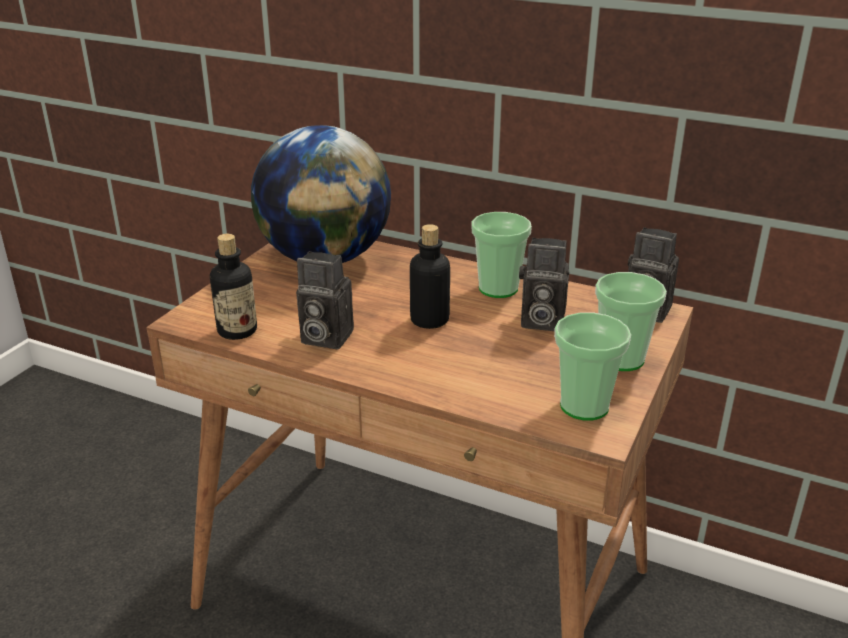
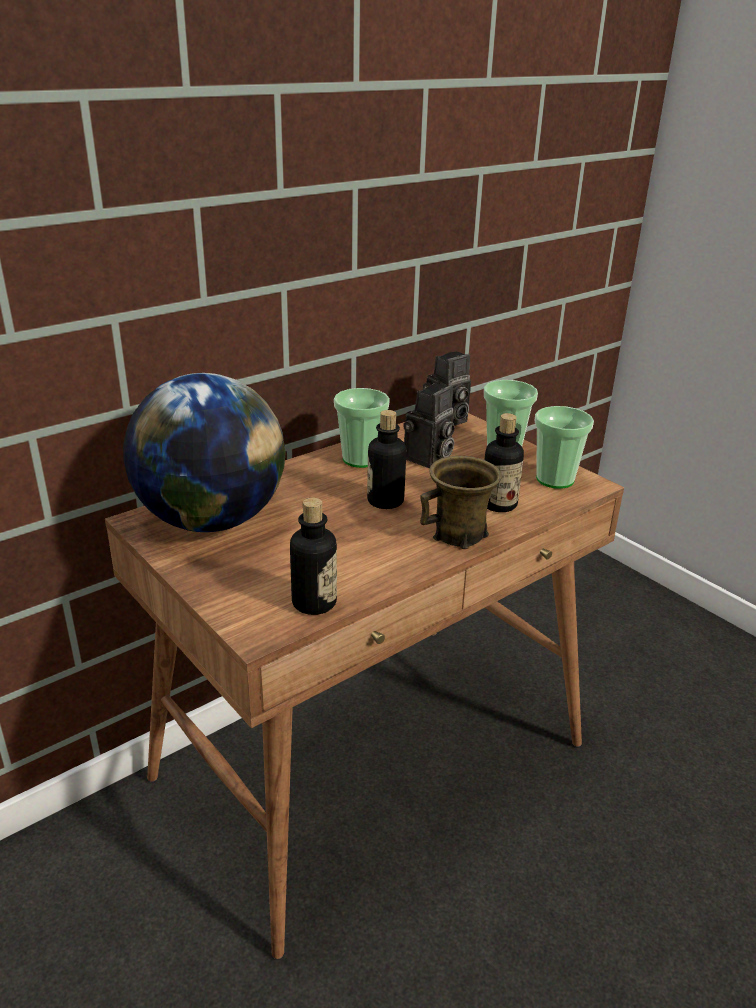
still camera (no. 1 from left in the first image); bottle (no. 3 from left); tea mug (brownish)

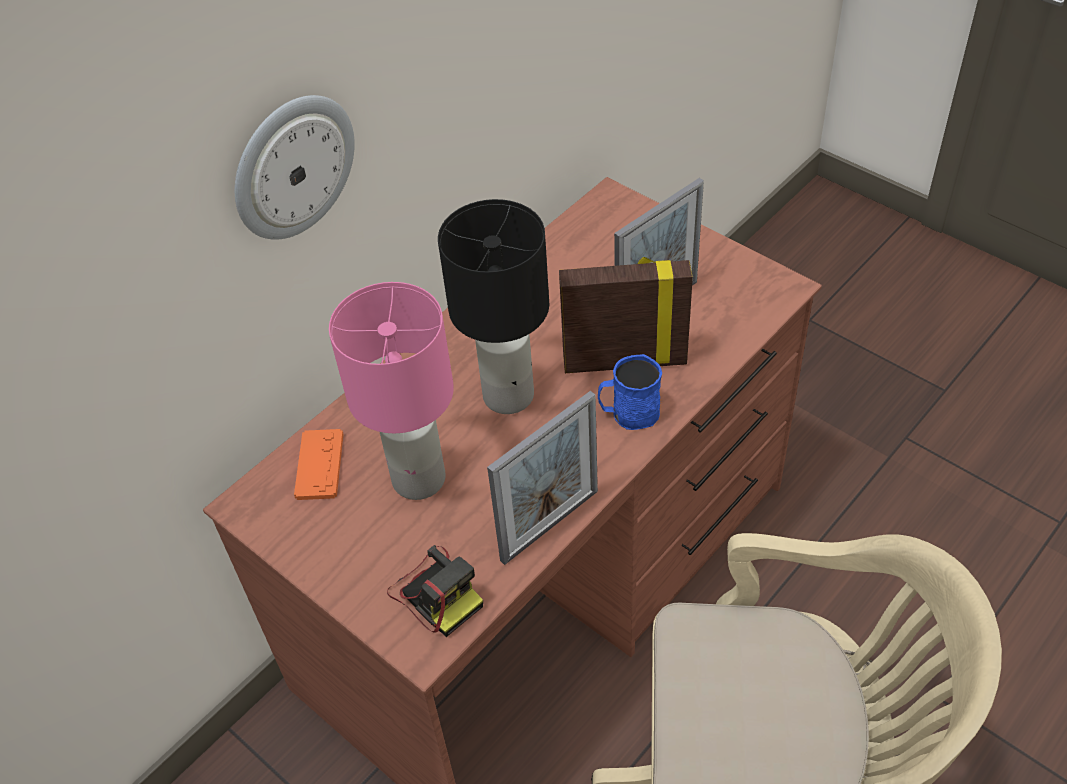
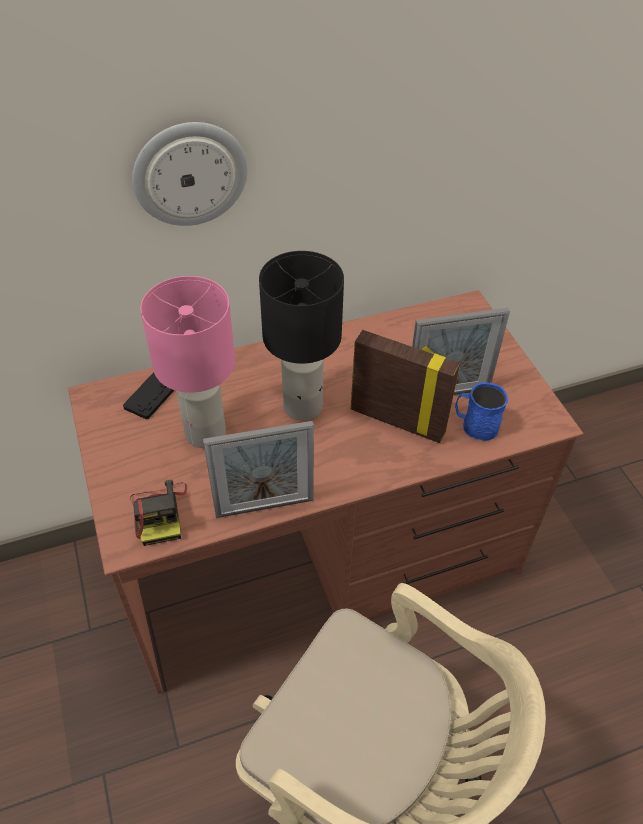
tea mug (bluish); gamepad (blackish)

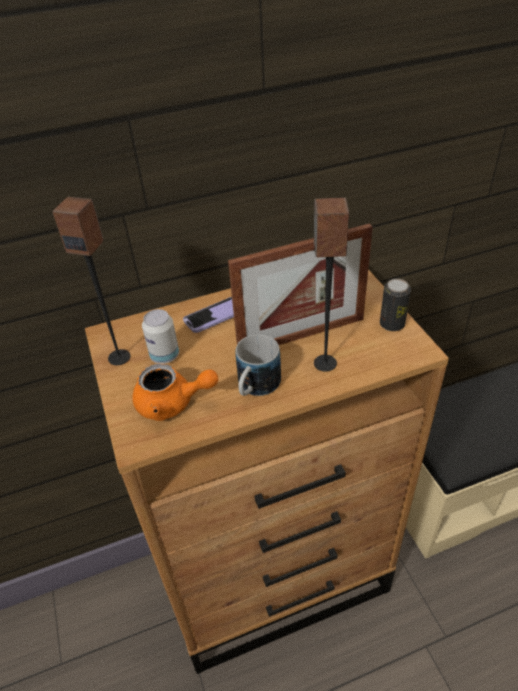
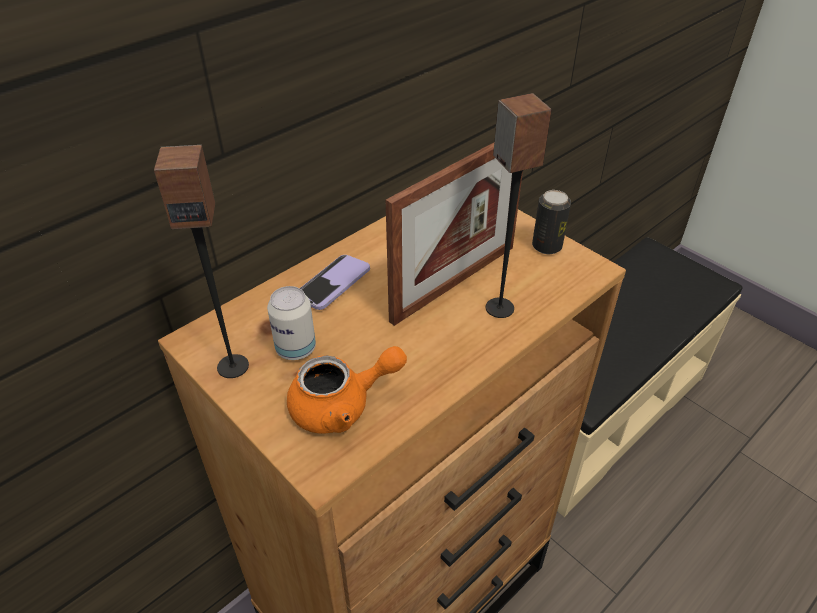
tea mug

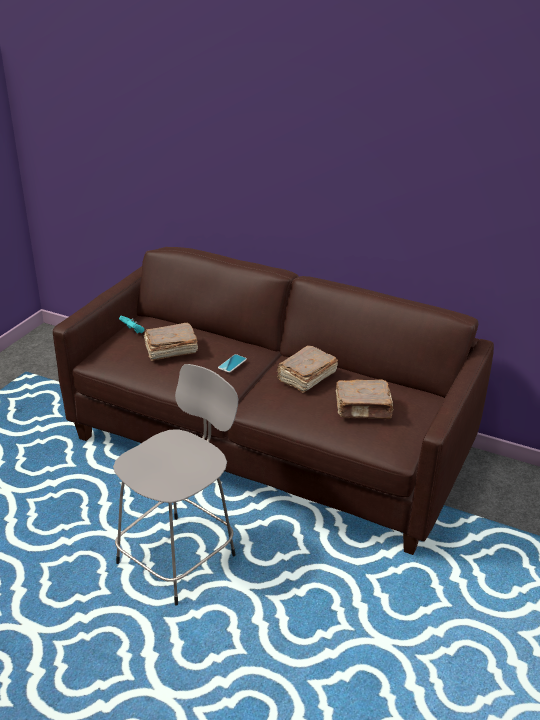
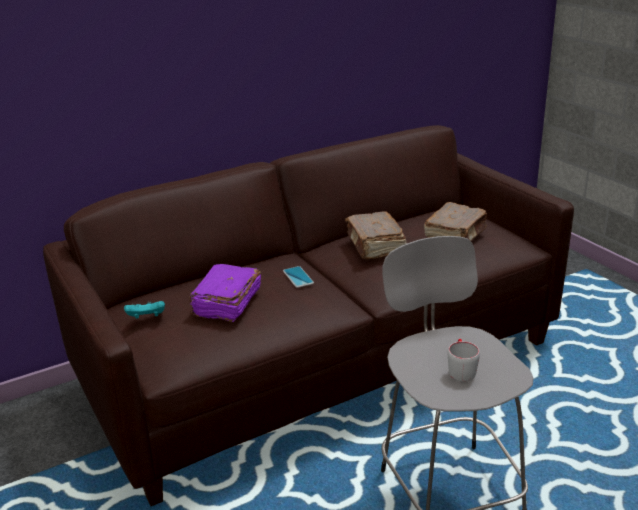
book (purple); tea mug (grey)

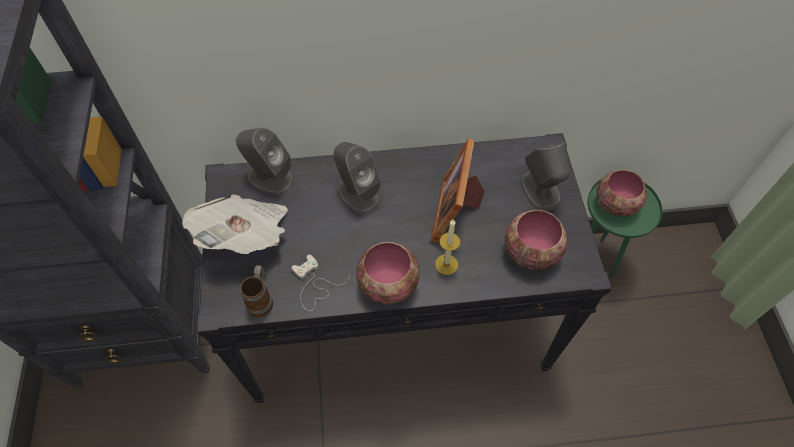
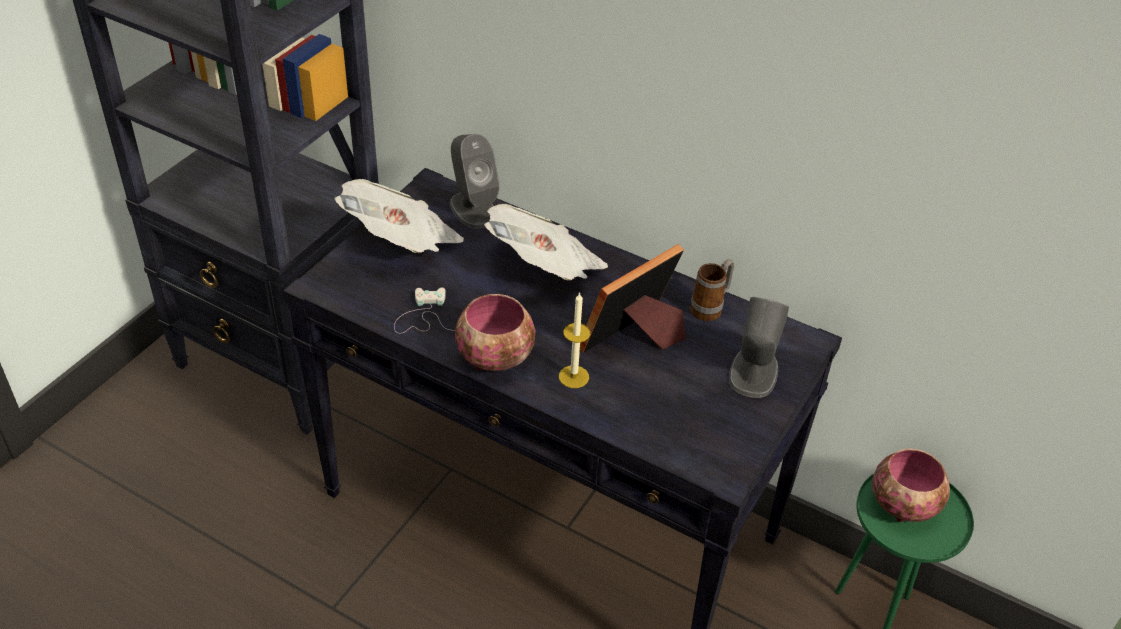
daily paper (no. 2 from left); serving bowl (no. 2 from left in the first image); tea mug

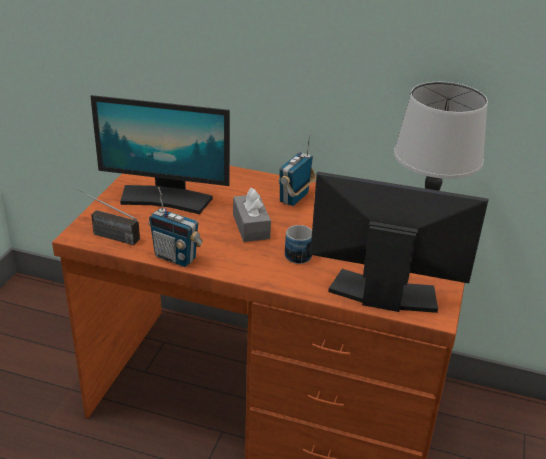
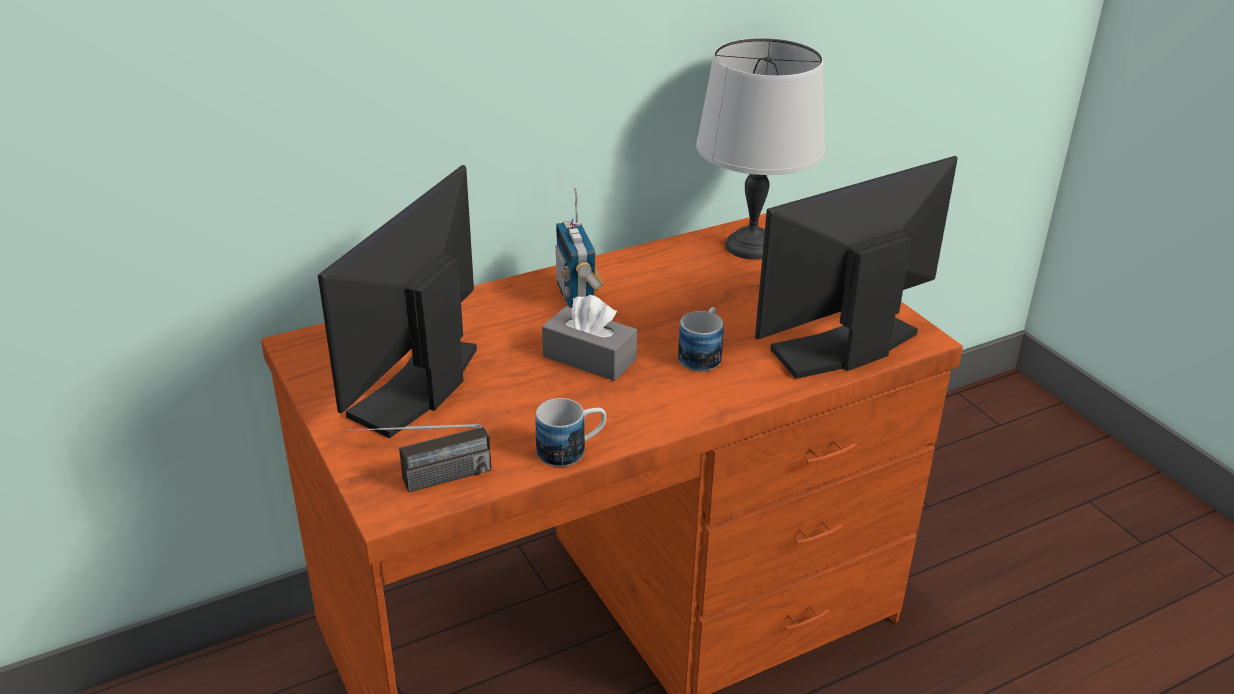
computer screen (no. 1 from left); tea mug (no. 1 from left)

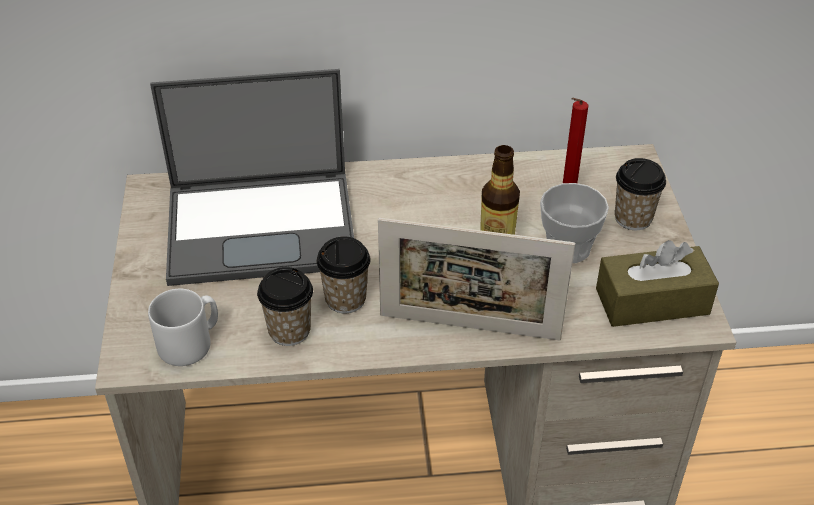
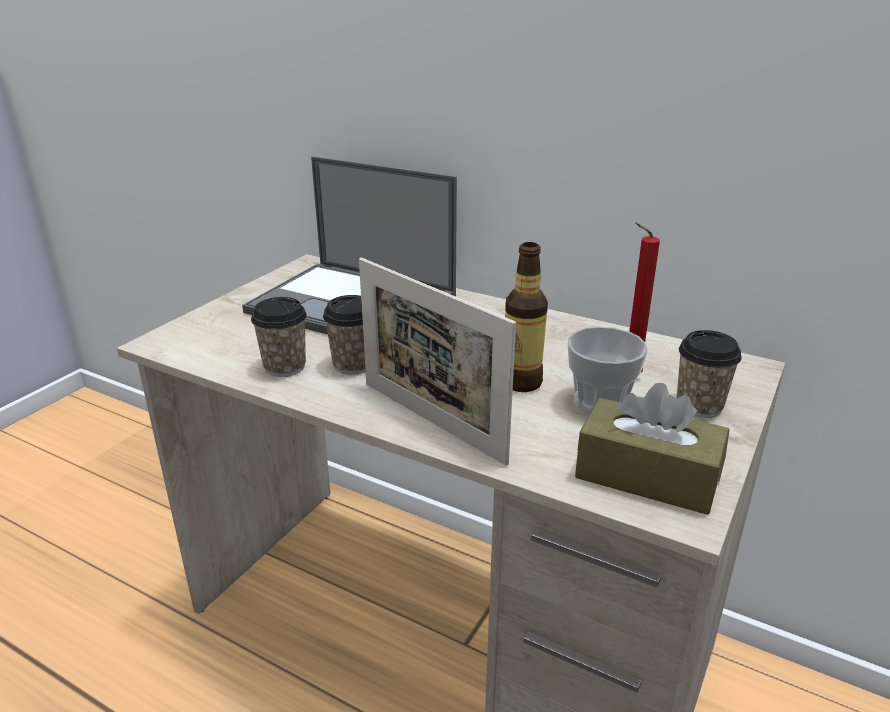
tea mug (grey)

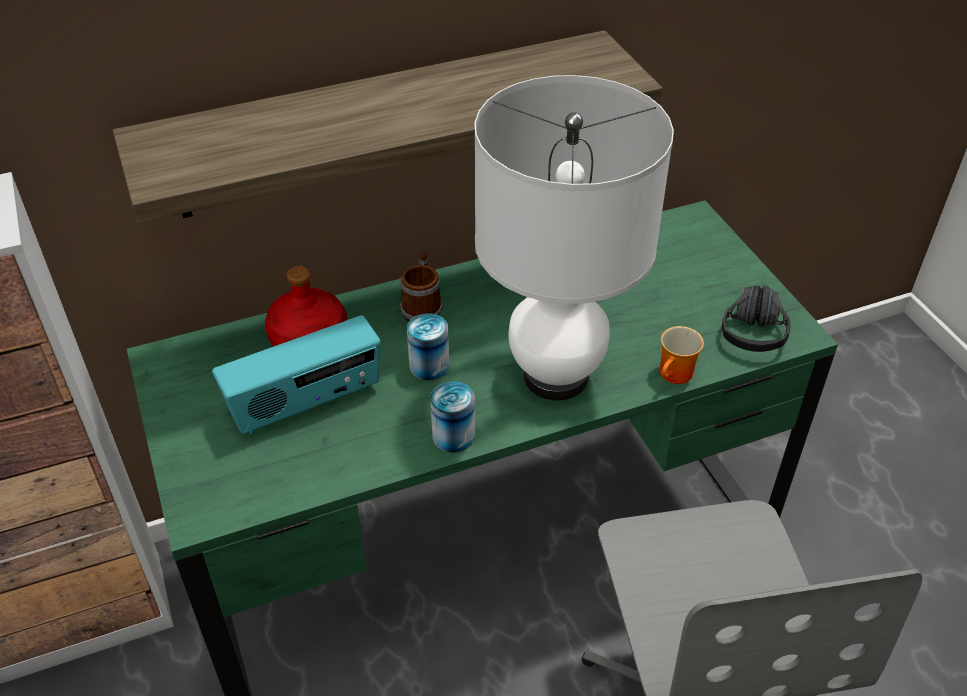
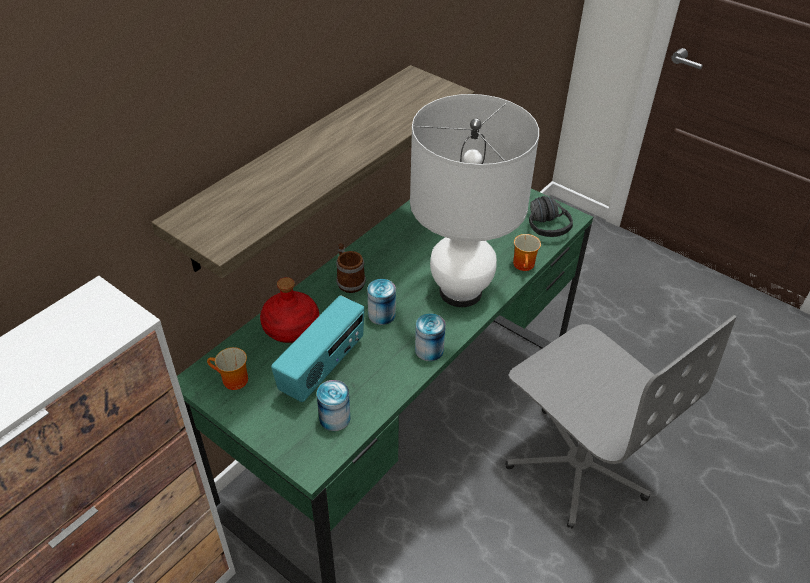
tea mug (no. 1 from left); sealed can (no. 1 from left)

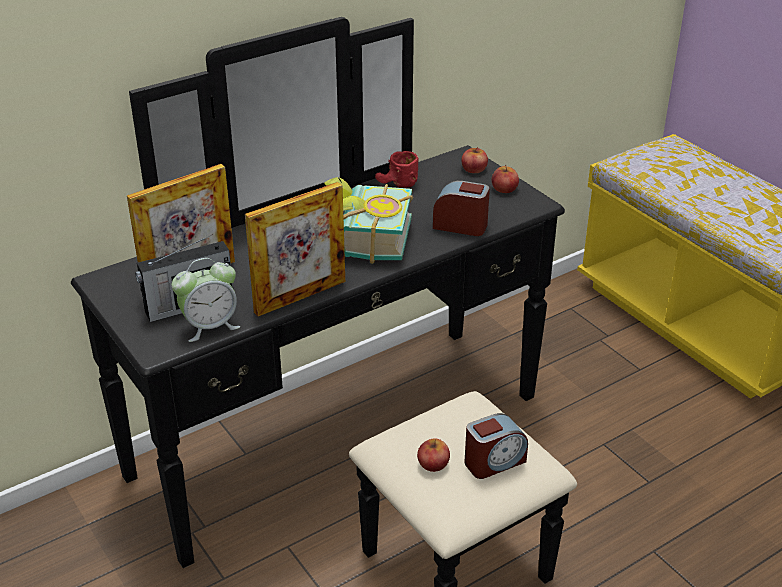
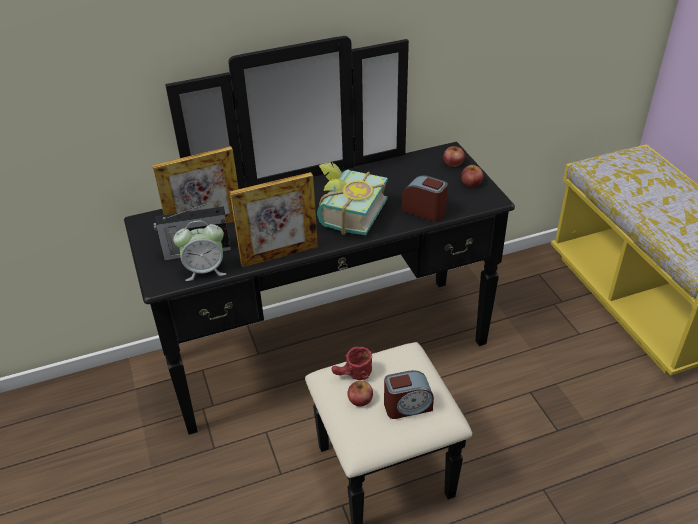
tea mug (red-coloured)

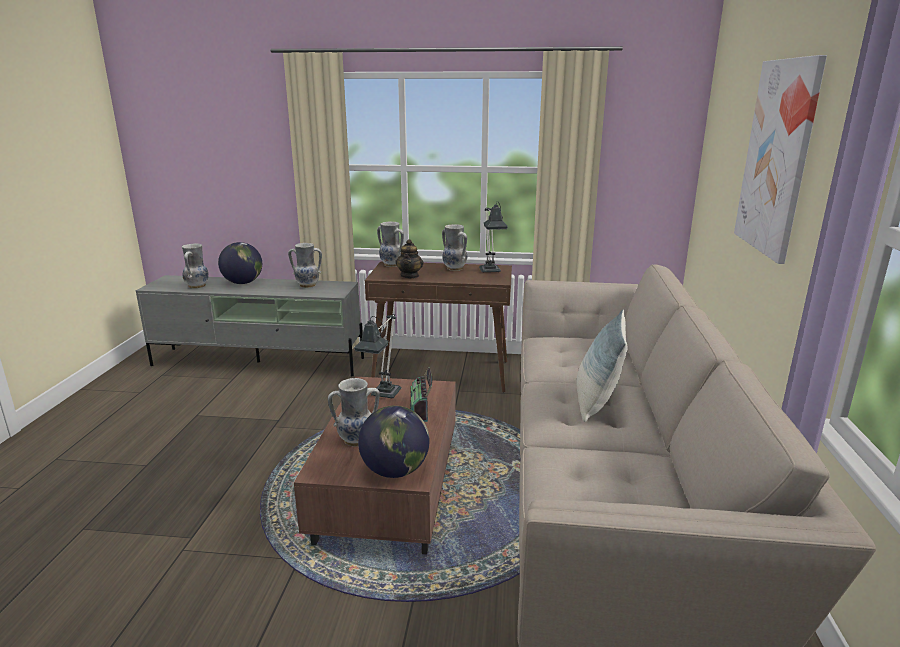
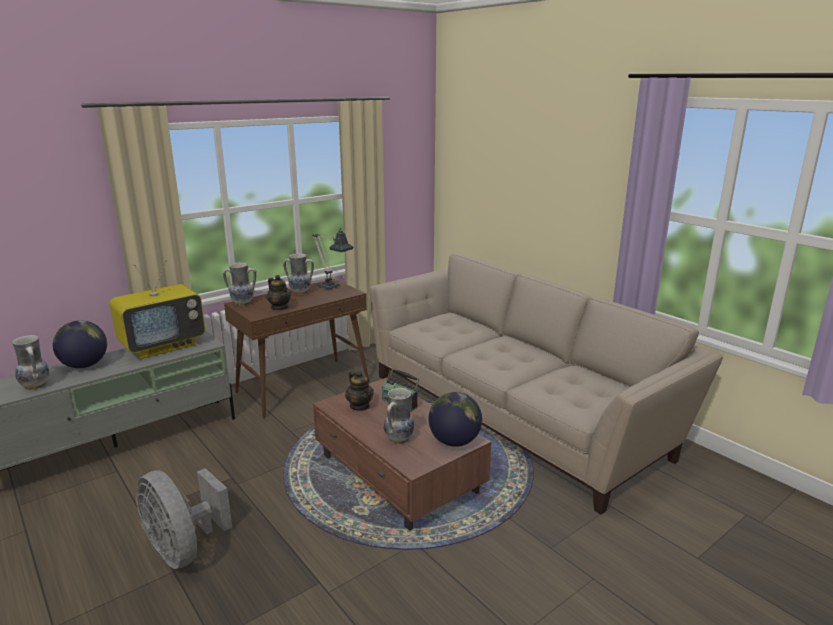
wall art; TV set; cushion; teapot (no. 2 from left); fan (grey)

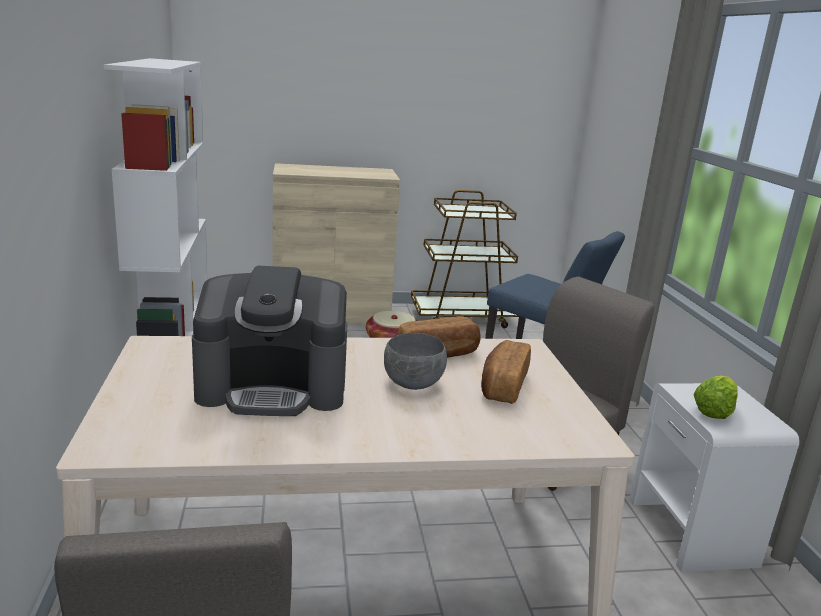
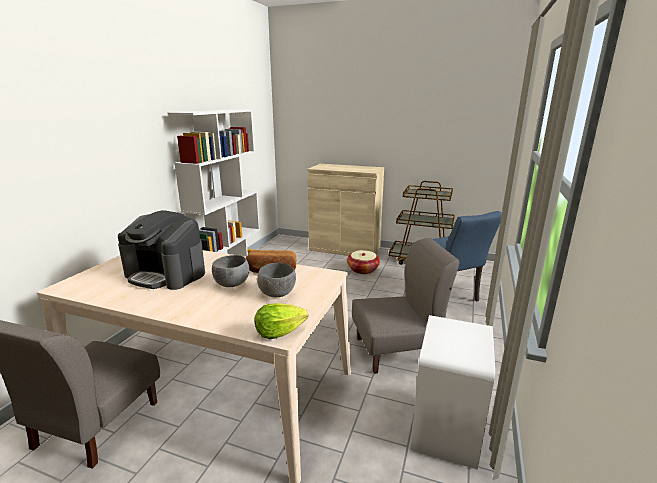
serving bowl (grey) (no. 2 from left); head of lettuce

